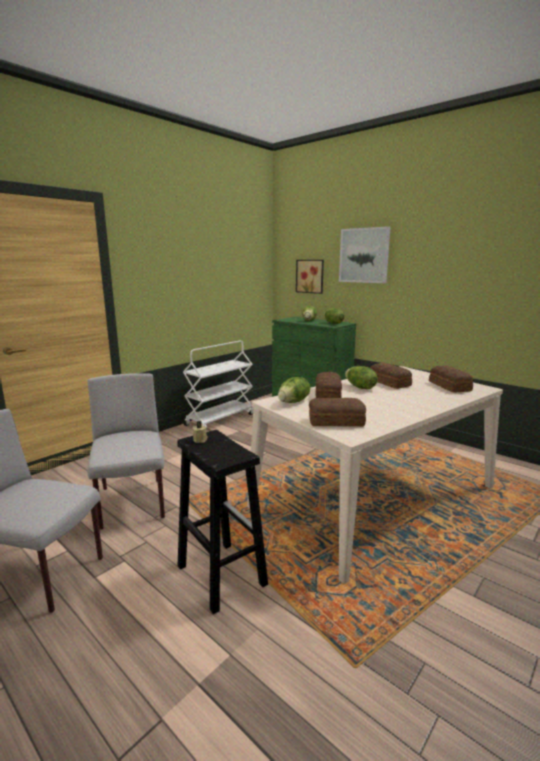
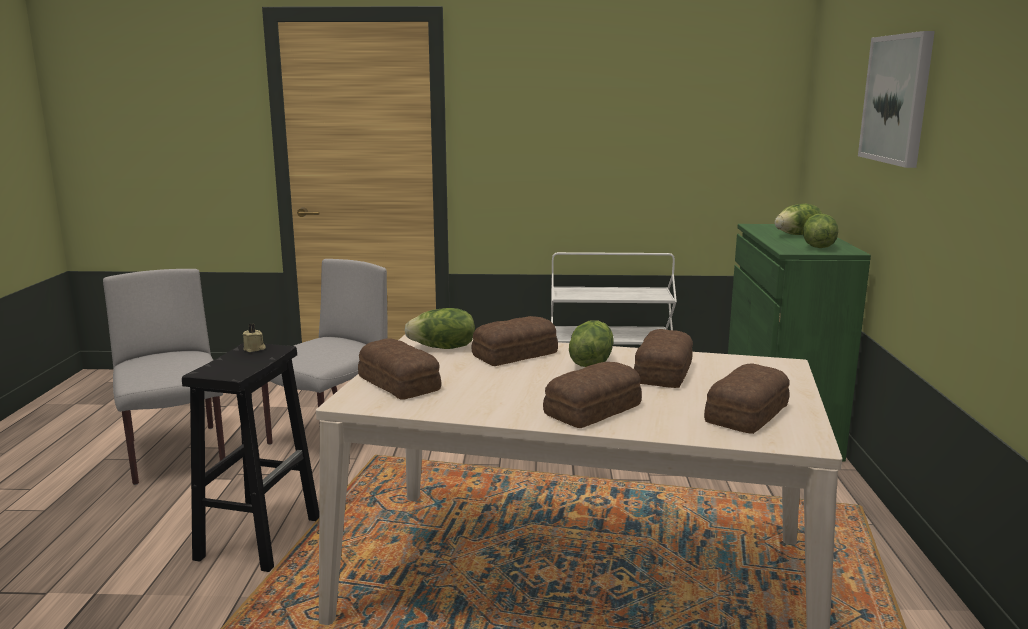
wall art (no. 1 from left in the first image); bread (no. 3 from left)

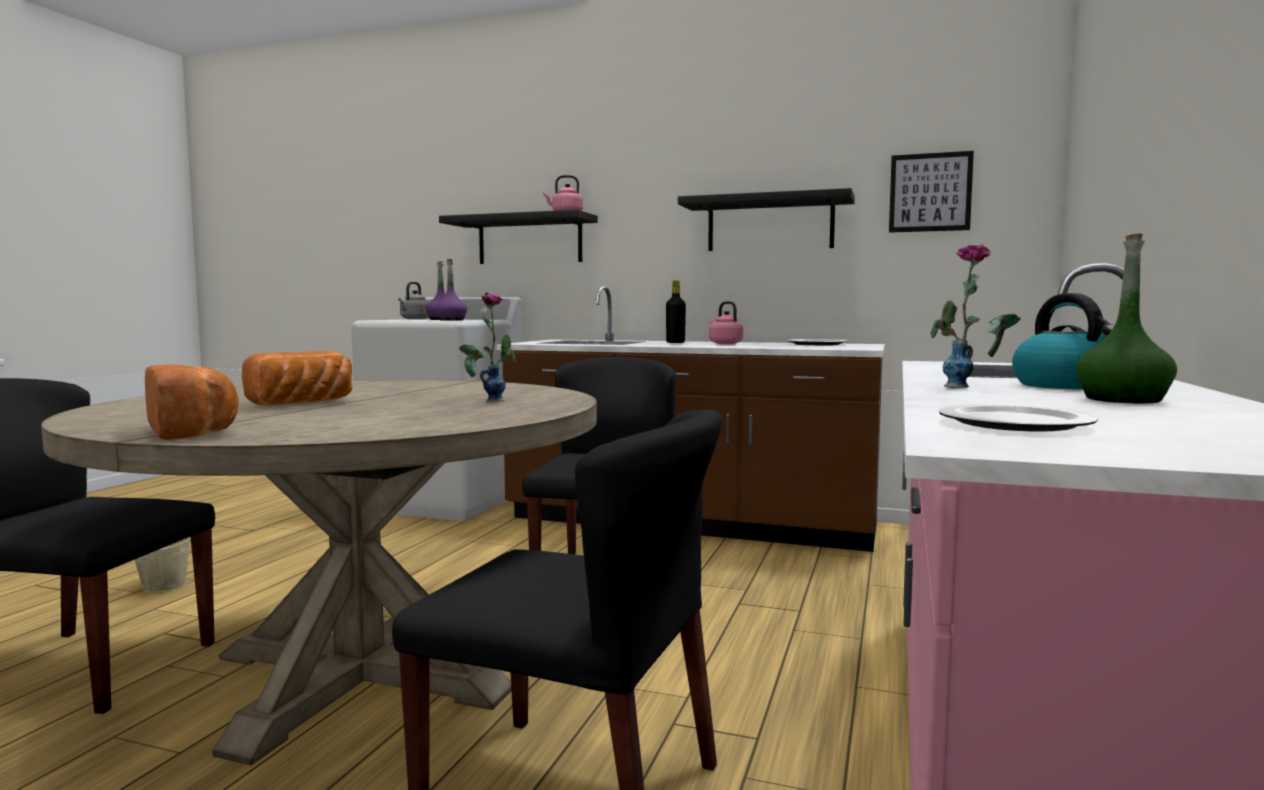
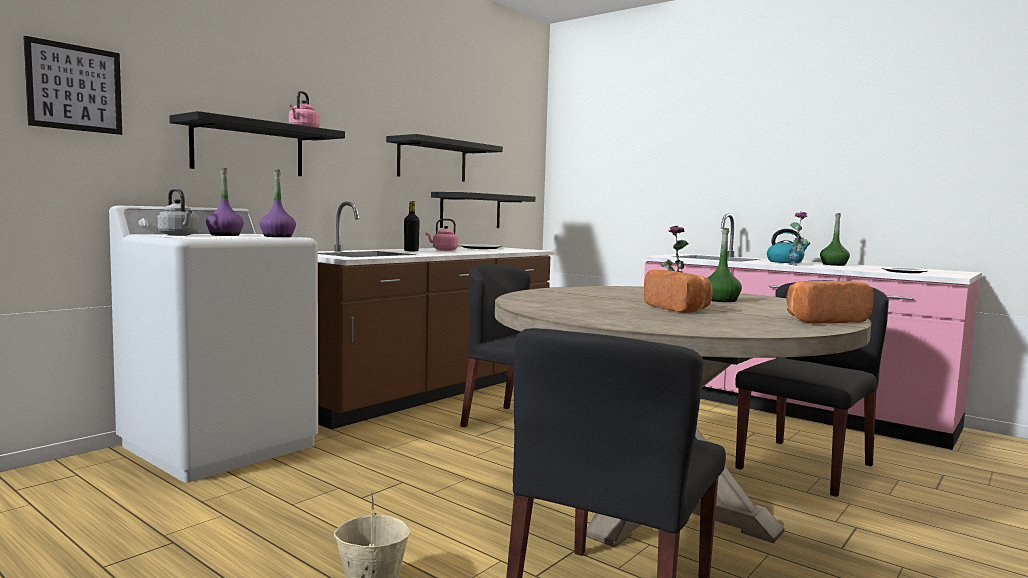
wall art; bracket shelf (blackish) (no. 3 from left); bottle (green-coloured) (no. 1 from left)

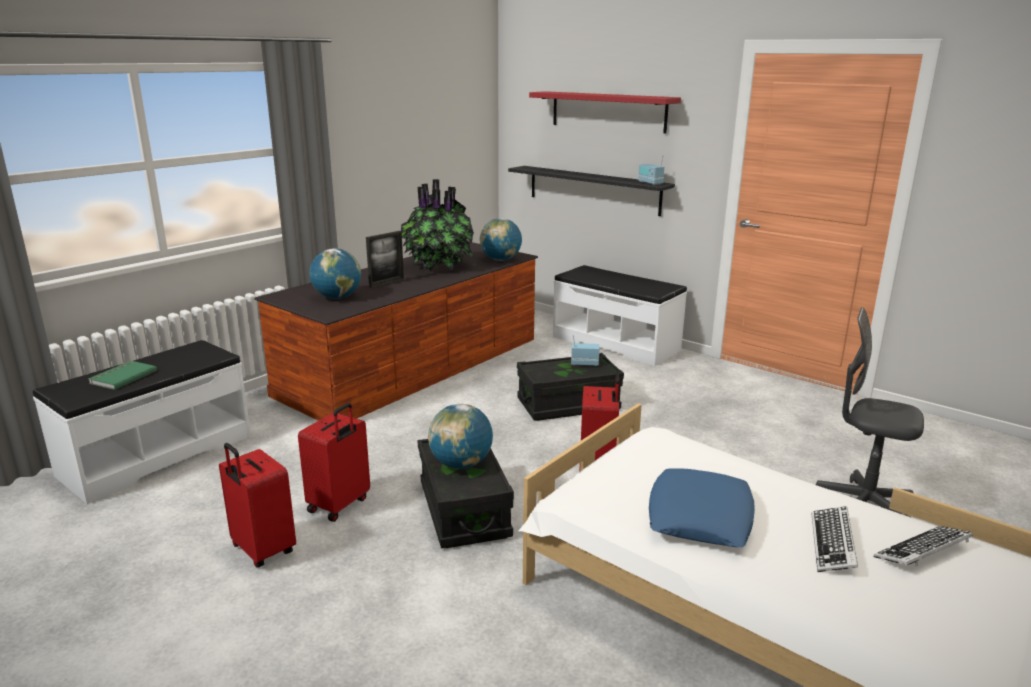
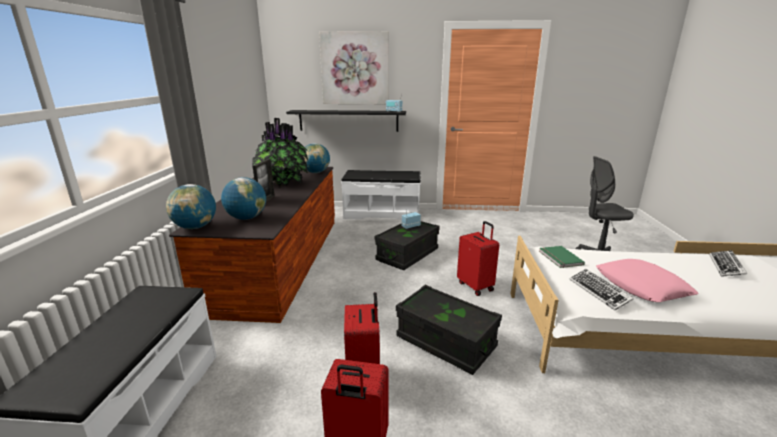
wall art; book (green-coloured); globe (no. 1 from left); cushion (pink); PC keyboard (no. 1 from left)

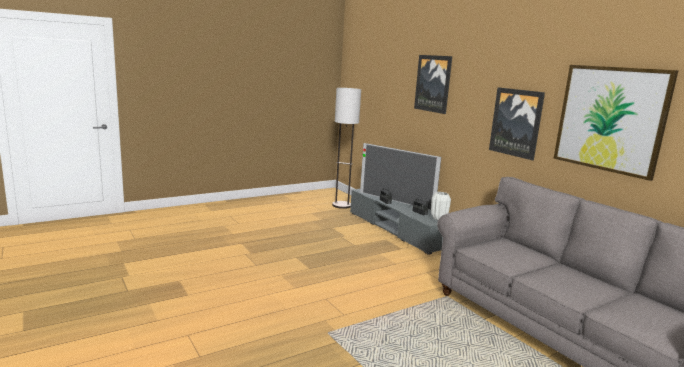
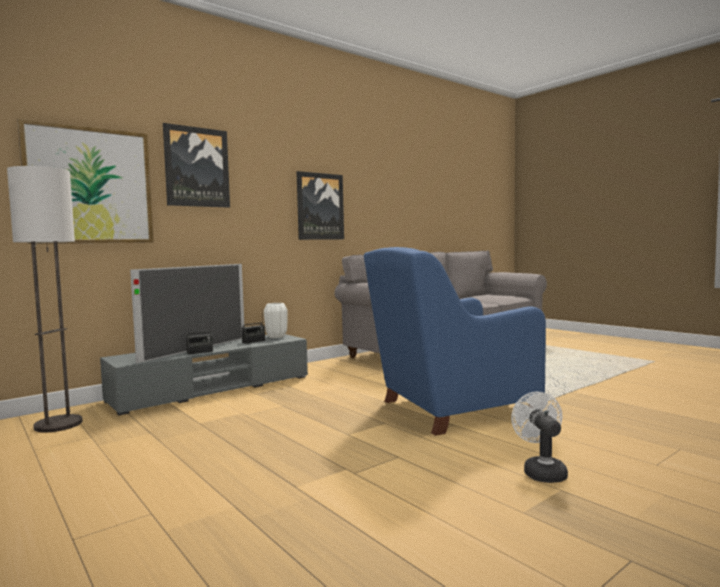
wall art (no. 1 from left); easy chair (bluish); fan (whitish)

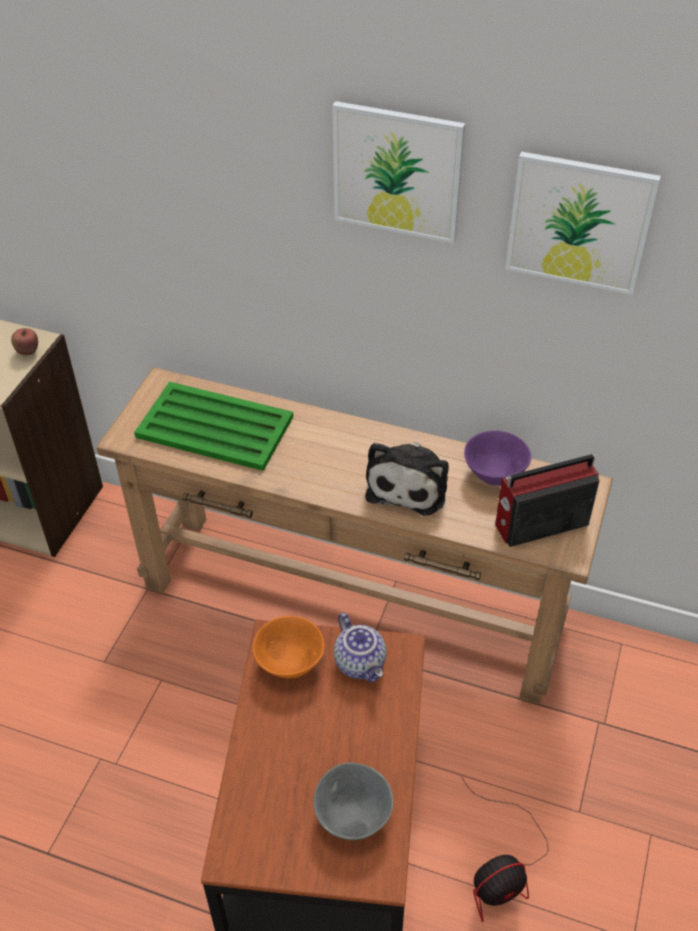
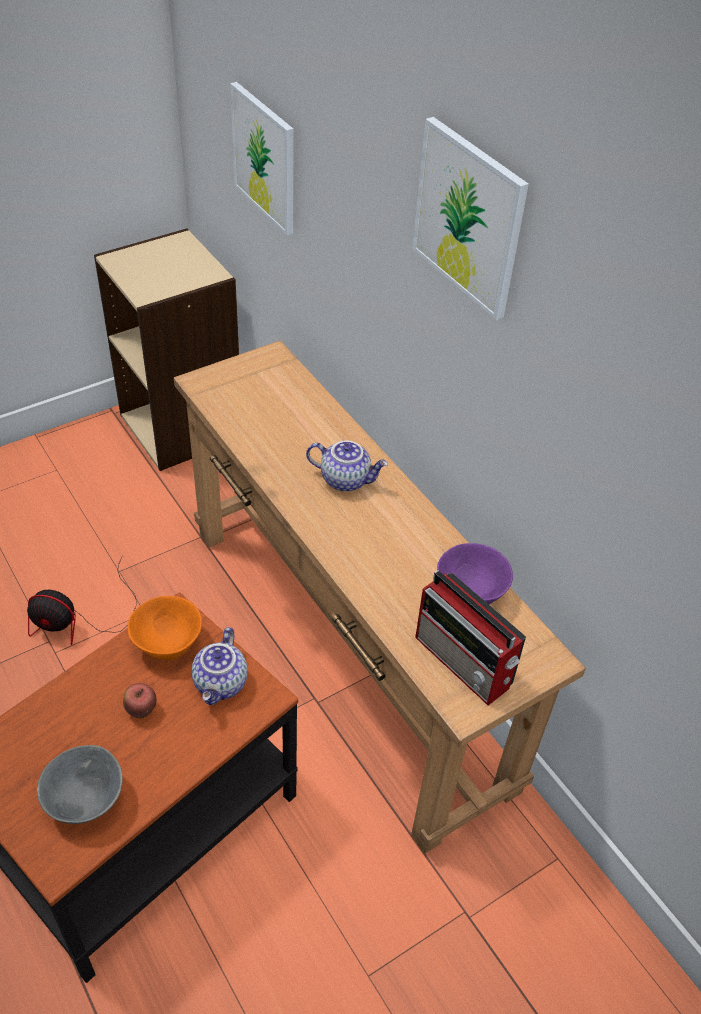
wall art (no. 1 from left); apple; serving tray (green-coloured); soft toy; radio receiver; fan; teapot (no. 2 from left)

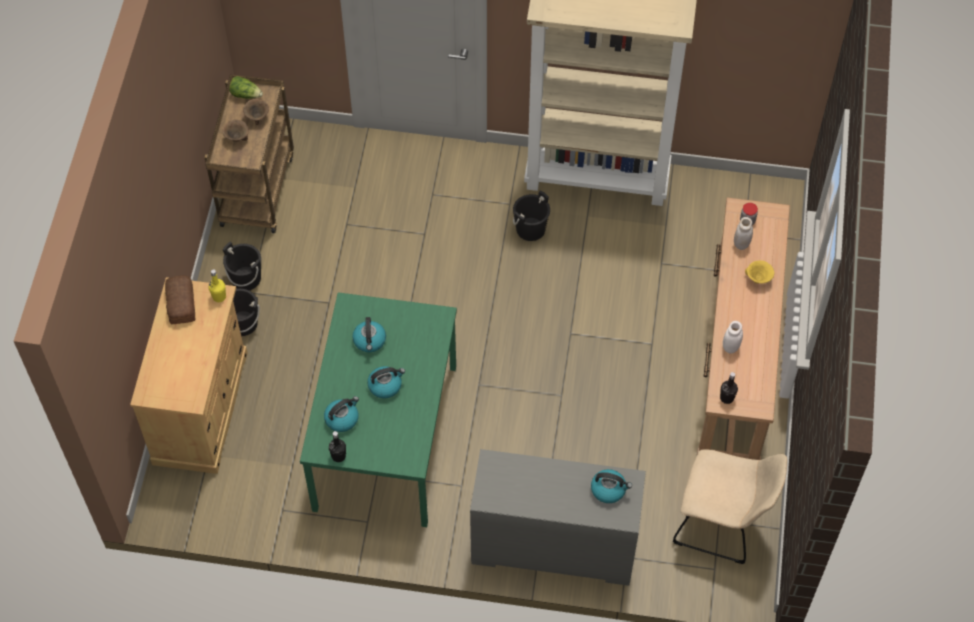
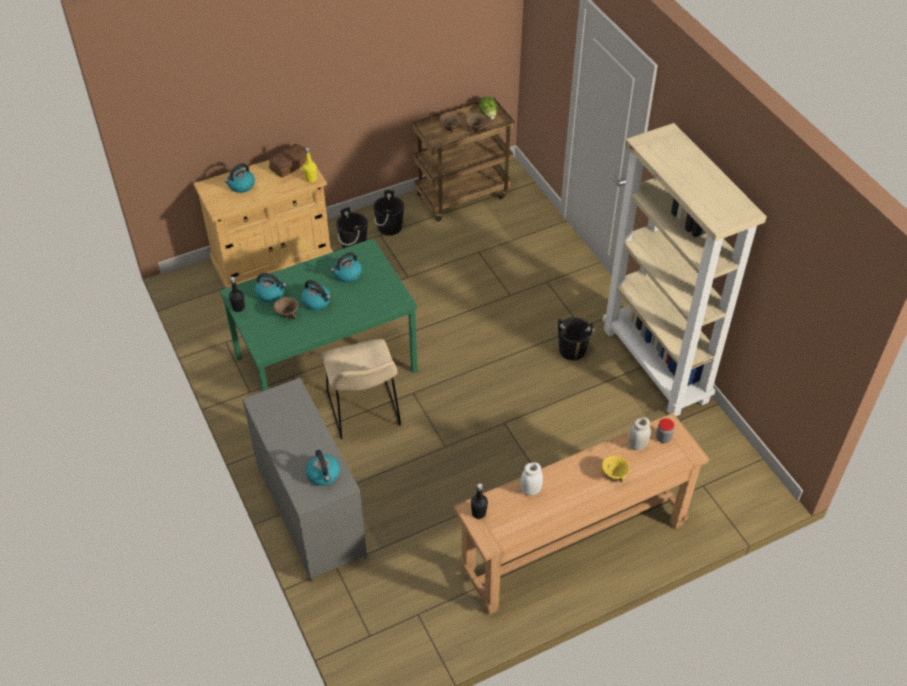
plain chair (beige-coloured); tea kettle (no. 1 from left); serving bowl (brownish) (no. 1 from left)

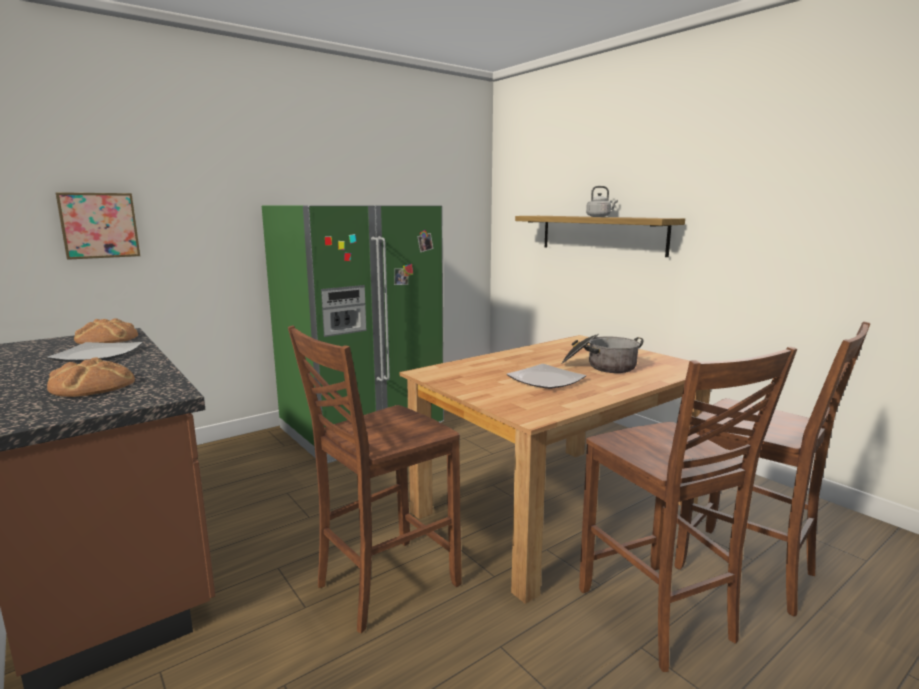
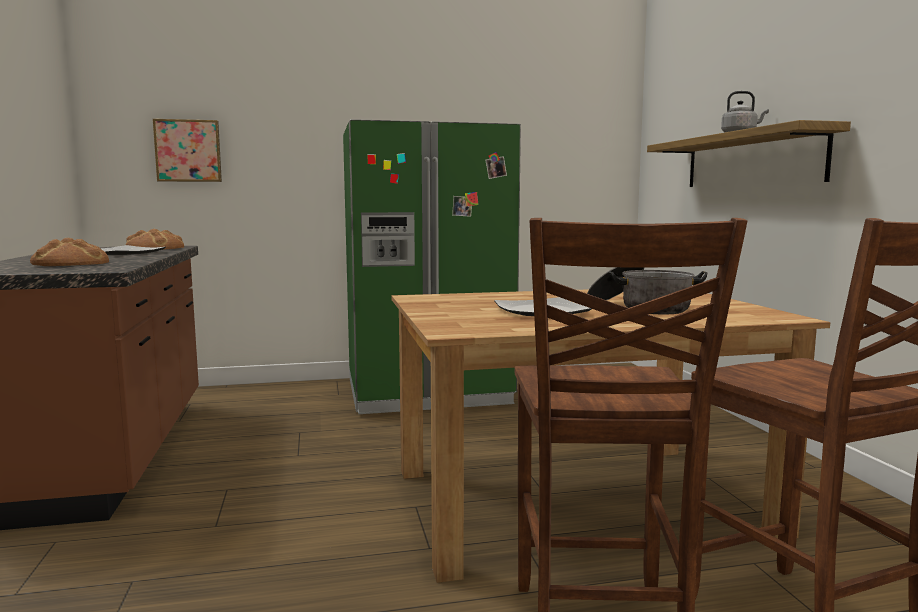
plain chair (brownish) (no. 1 from left in the first image)

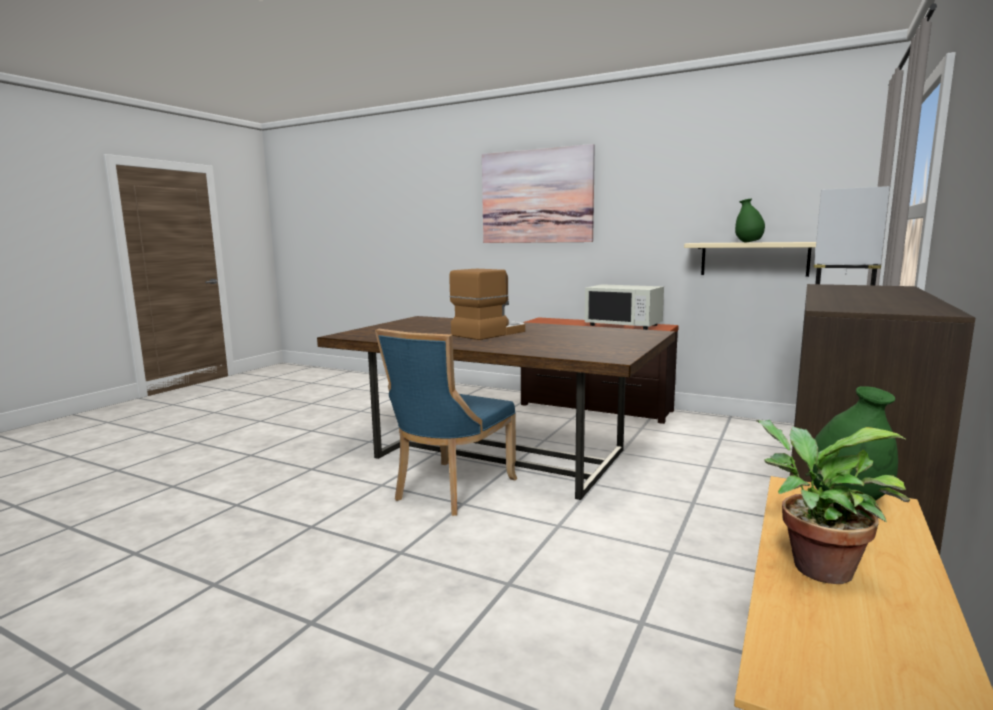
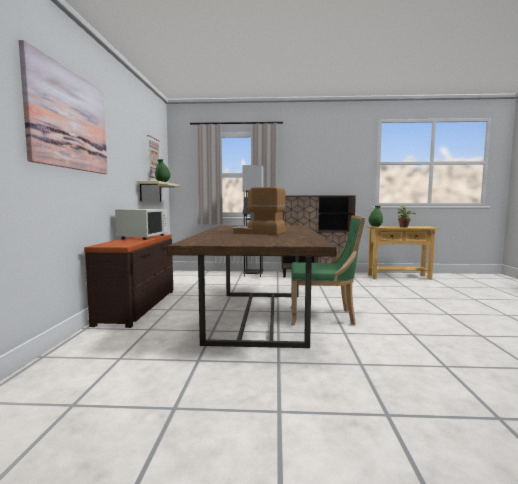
plain chair (green-coloured); wall art (no. 2 from left)

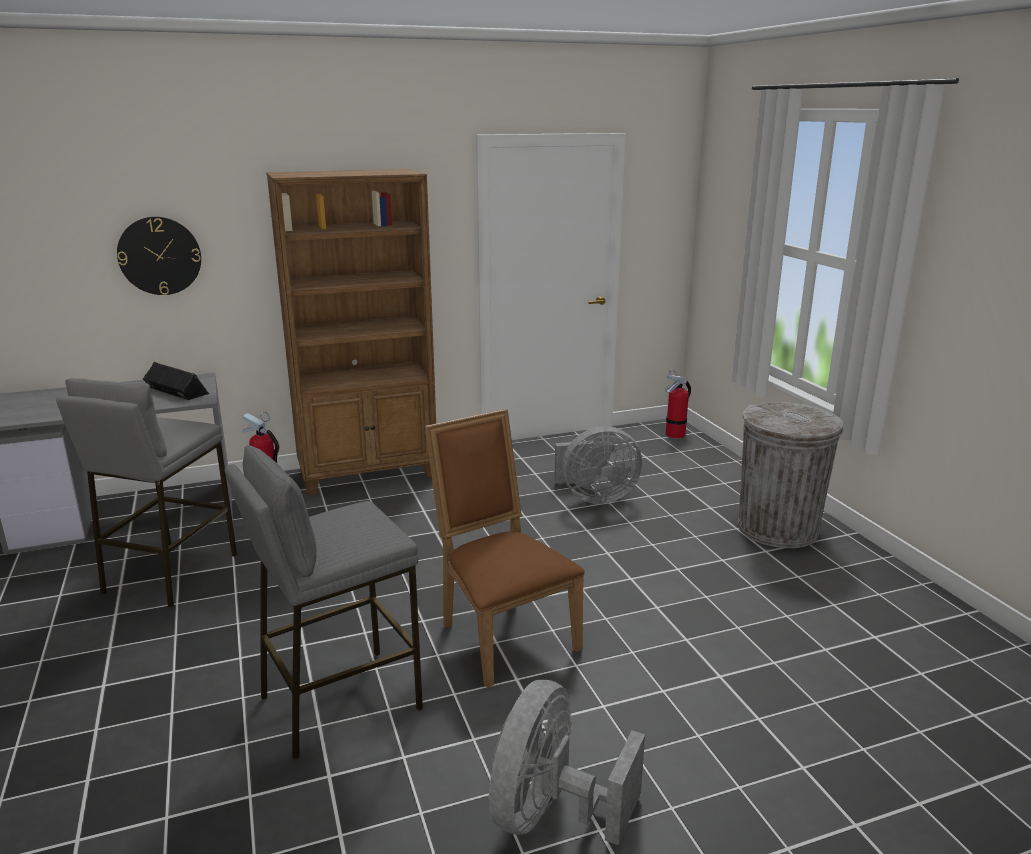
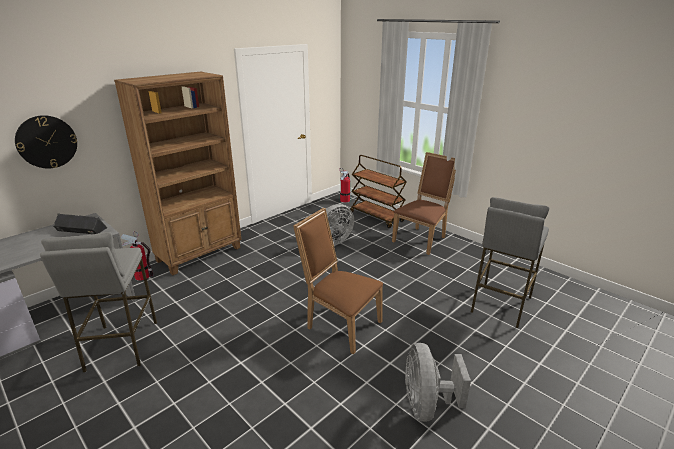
plain chair (brownish) (no. 2 from left); sitting stool (grey) (no. 2 from left); trolley (brownish)

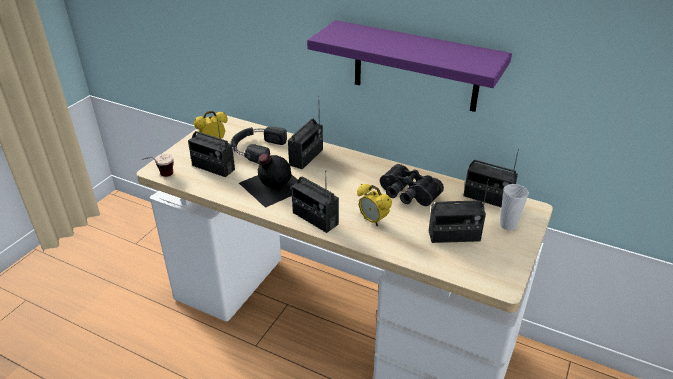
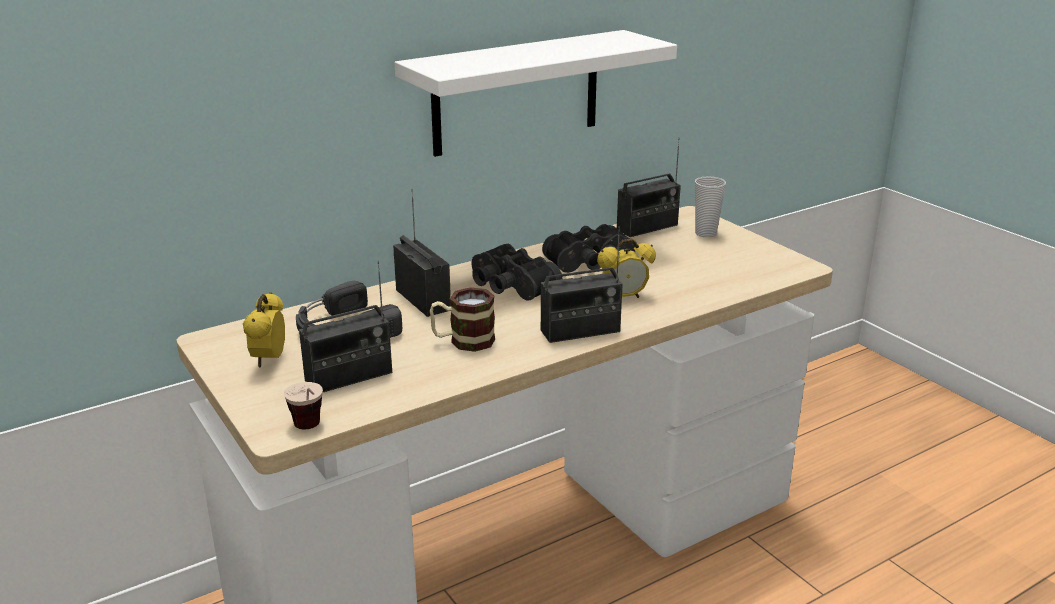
bracket shelf (whitish); tea mug; radio receiver (no. 4 from left in the first image); pair of binoculars (blackish) (no. 1 from left)

